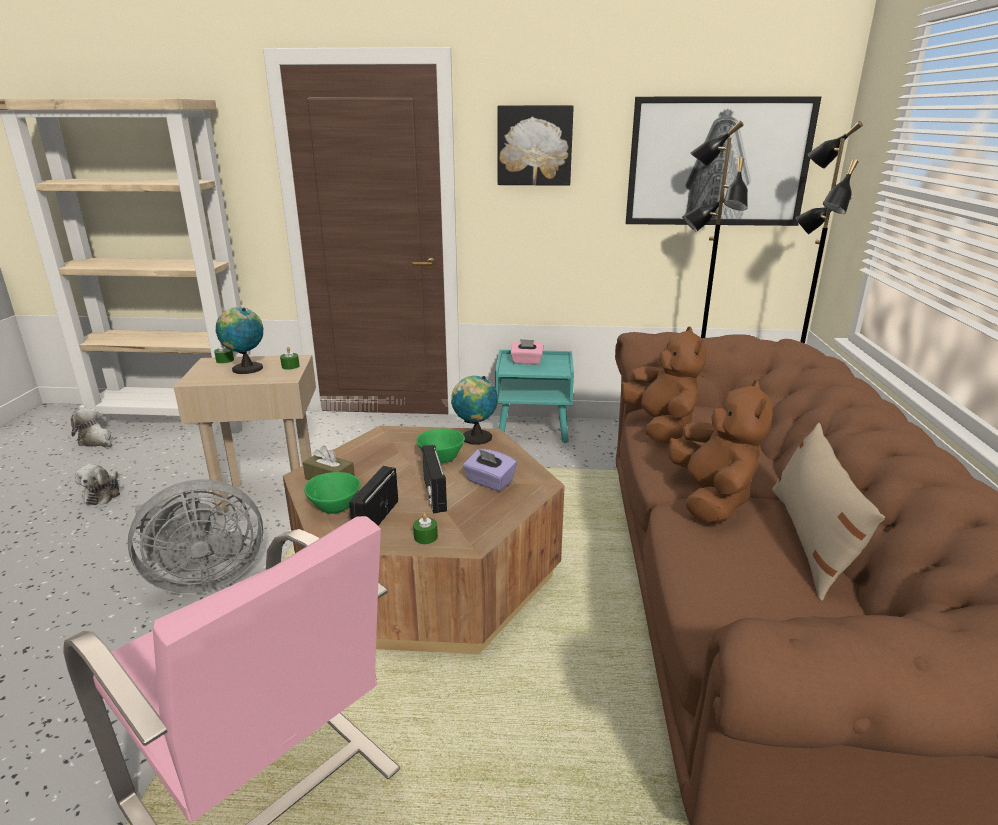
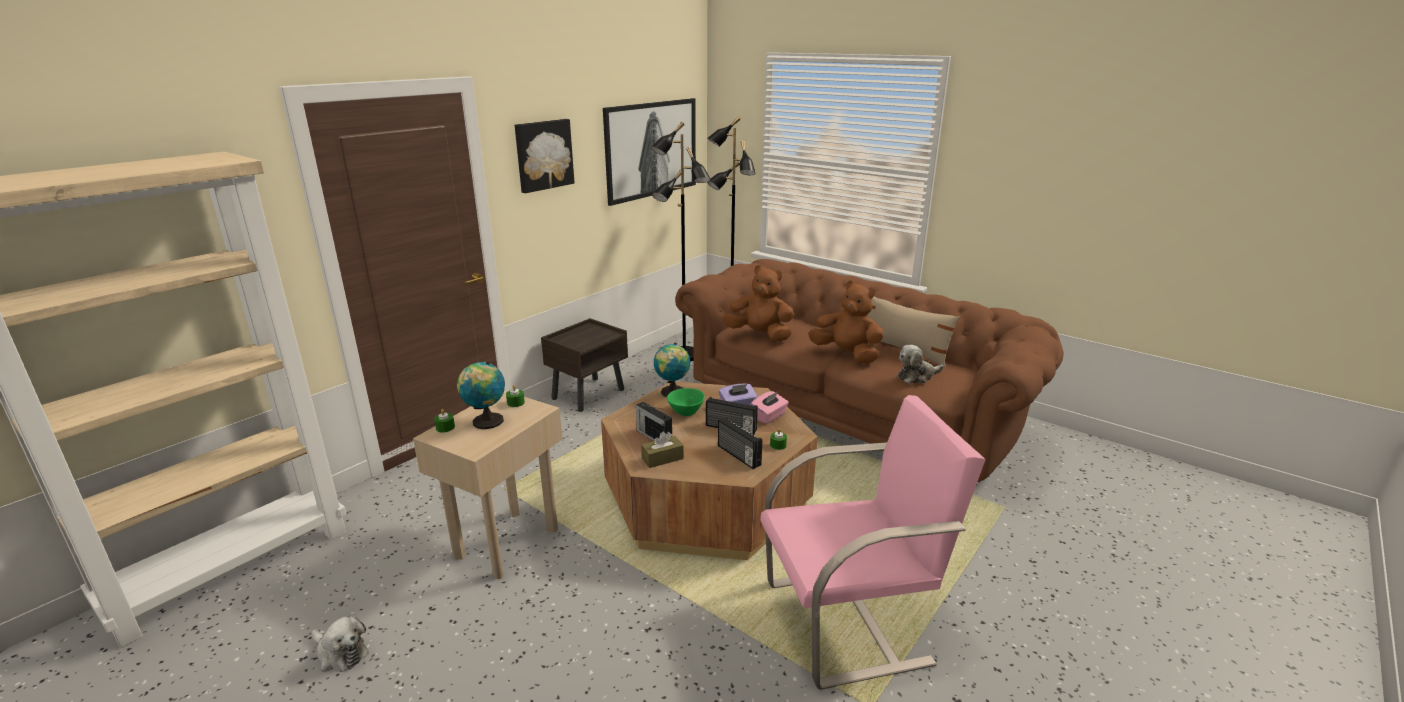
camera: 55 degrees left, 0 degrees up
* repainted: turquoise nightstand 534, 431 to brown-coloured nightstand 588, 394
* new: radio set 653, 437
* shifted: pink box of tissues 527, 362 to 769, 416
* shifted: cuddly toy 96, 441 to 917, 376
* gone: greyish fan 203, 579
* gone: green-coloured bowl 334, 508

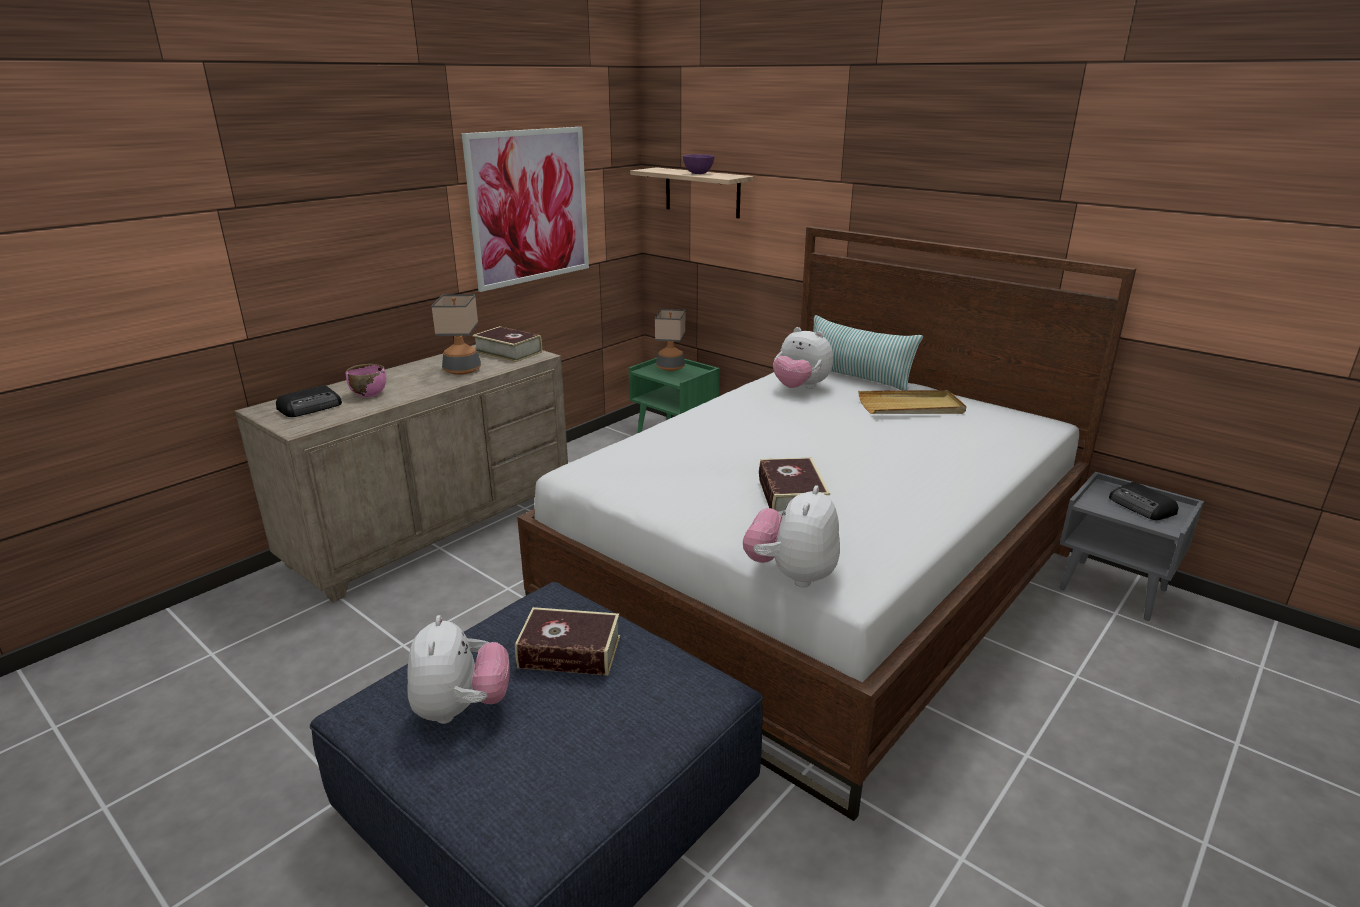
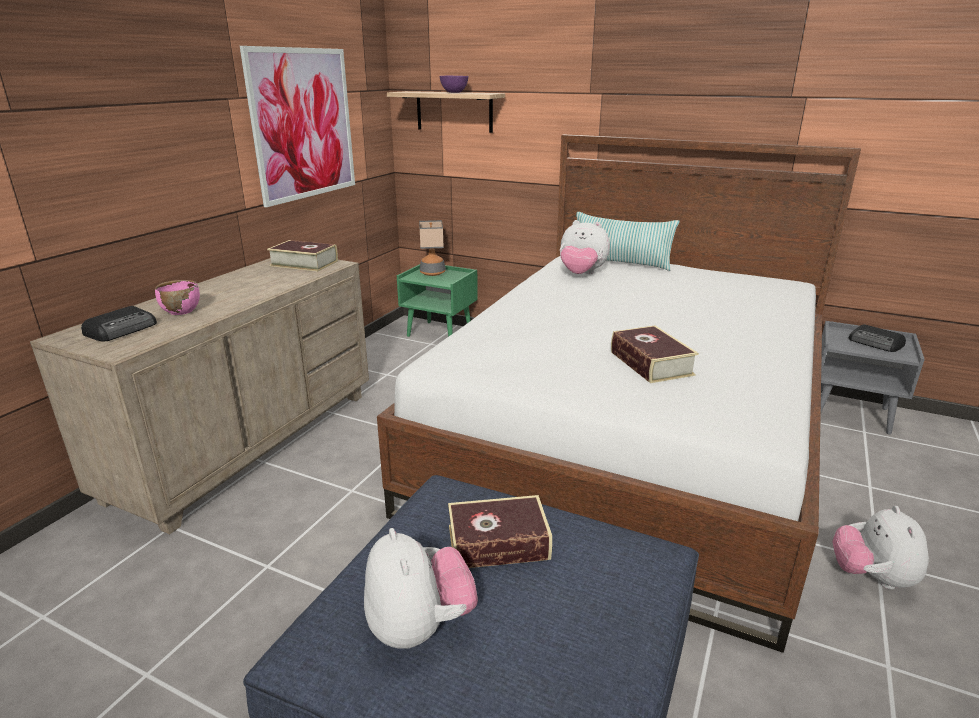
camera: 15 degrees left, 0 degrees up
* shifted: cuddly toy 792, 575 to 871, 577
* gone: table lamp 462, 370
* gone: beige-coloured carrying tray 911, 407

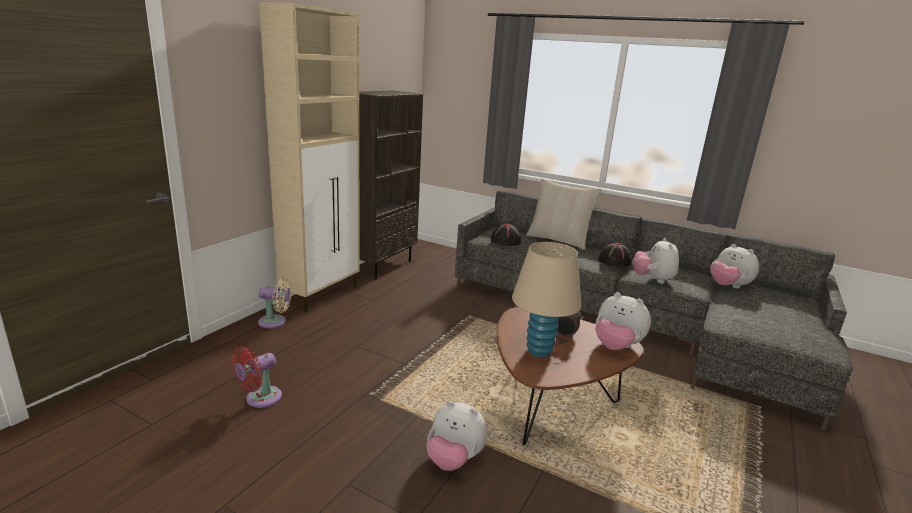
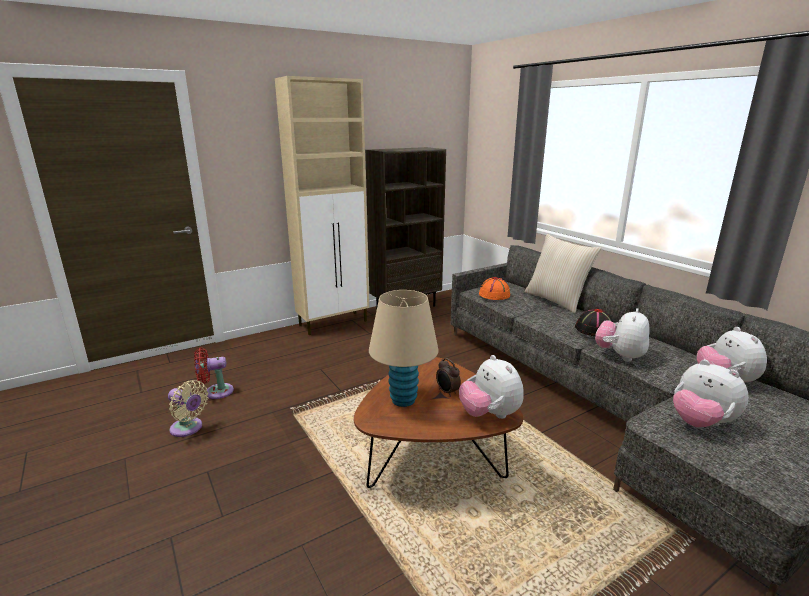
camera: 30 degrees right, 0 degrees up
* shifted: beige-coloured fan 275, 322 to 188, 428
* repainted: black-coloured clothing hat 505, 241 to orangey clothing hat 494, 295
* shifted: cuddly toy 454, 460 to 701, 423

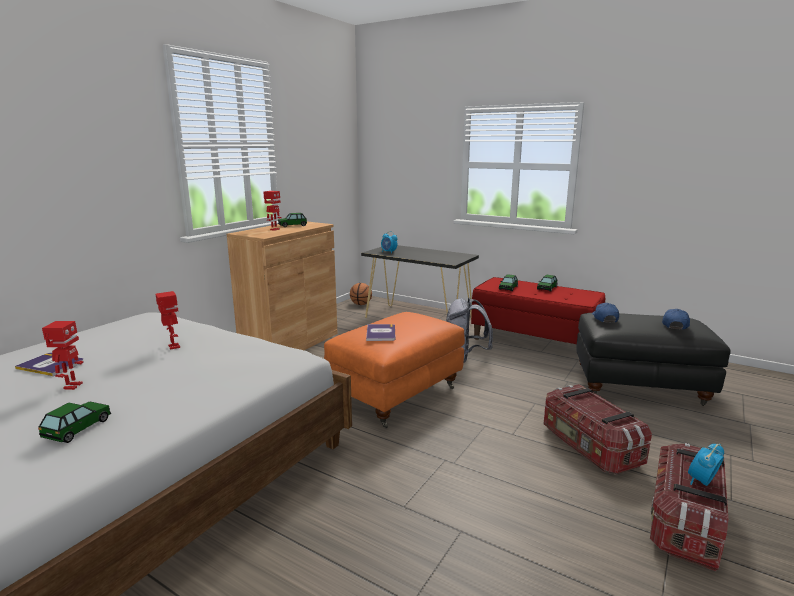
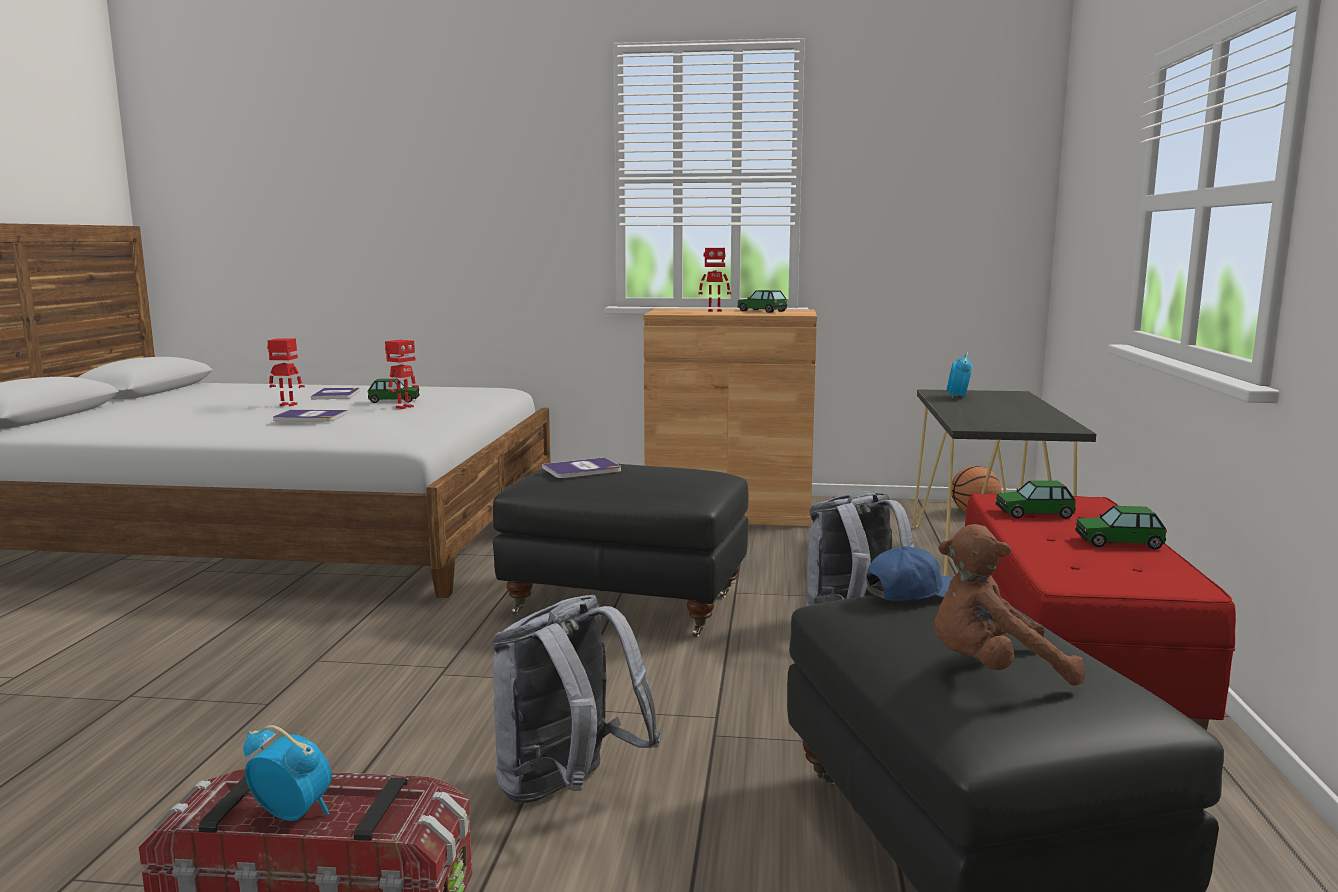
camera: 65 degrees right, 5 degrees down
* rotated: model robot 72, 386 = 287, 405 150 degrees counterclockwise
* new: book 310, 417
* shifted: model car 77, 428 to 394, 400
* swapped: storage bin 589, 447 to greyish backpack 567, 790
* repainted: orangey pouffe 396, 395 to black-coloured pouffe 627, 603
* swapped: bluish baseball cap 674, 325 to brown-coloured cuddly toy 992, 671

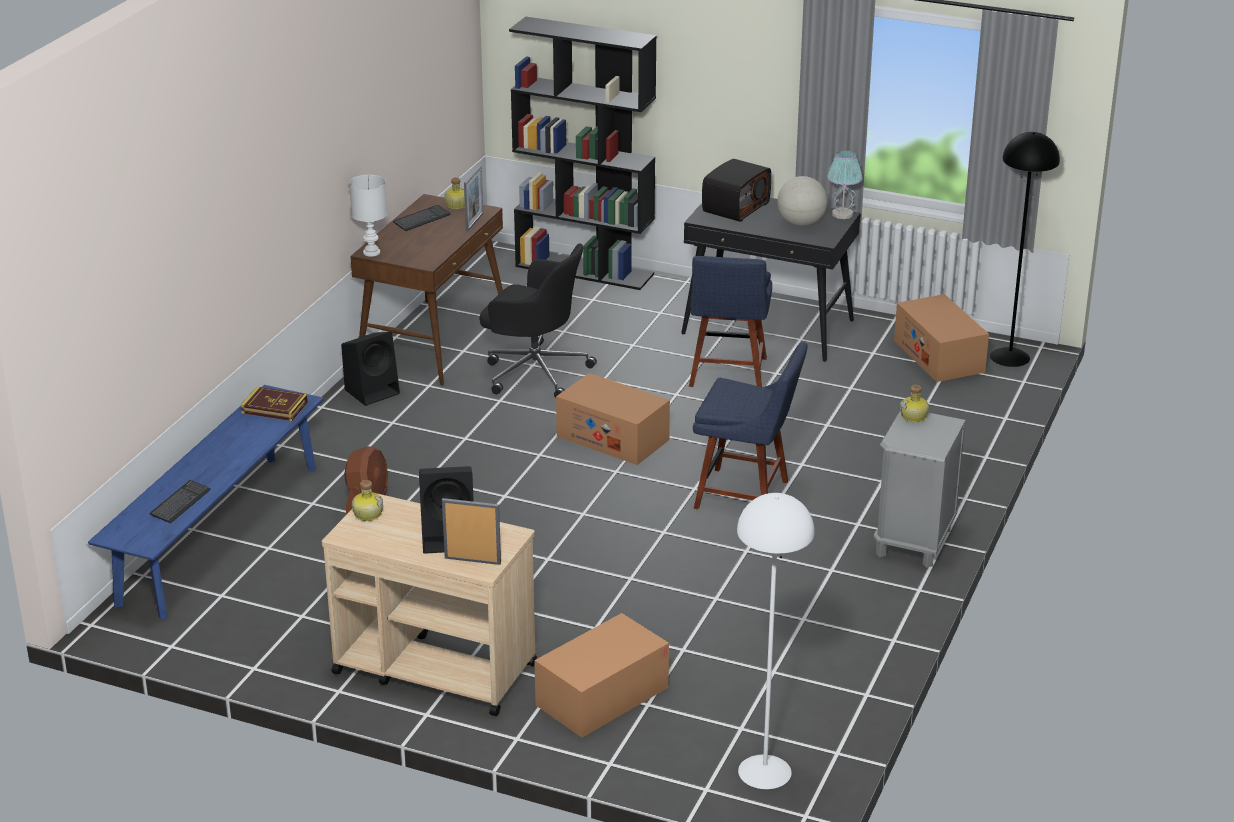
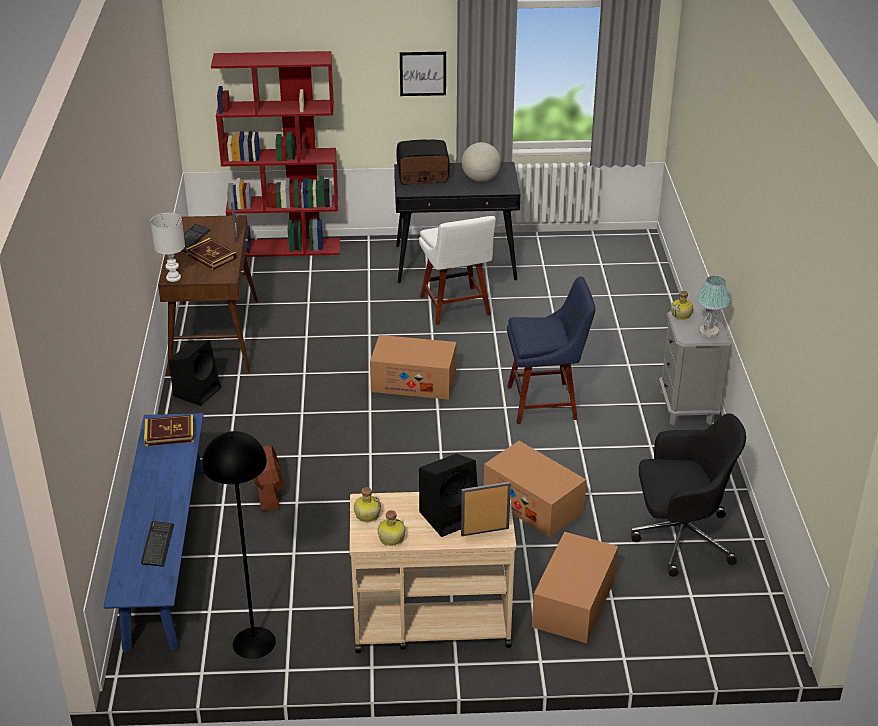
camera: 25 degrees left, 5 degrees up
* new: book 211, 256
* shifted: black-coloured floor lamp 1010, 357 to 254, 643
* repainted: black-coloured shelving unit 585, 270 to red shelving unit 286, 247
* shifted: beverage bottle 456, 205 to 390, 538
* rotated: radio set 735, 207 = 422, 176 105 degrees counterclockwise
* new: wall picture 423, 73
* repainted: bluish plain chair 727, 374 to whitish plain chair 456, 308
* shifted: packing box 939, 356 to 533, 503
* shifted: black-coloured computer chair 534, 371 to 679, 537
* shifted: table lamp 842, 214 to 708, 332
* gone: whitish floor lamp 764, 771

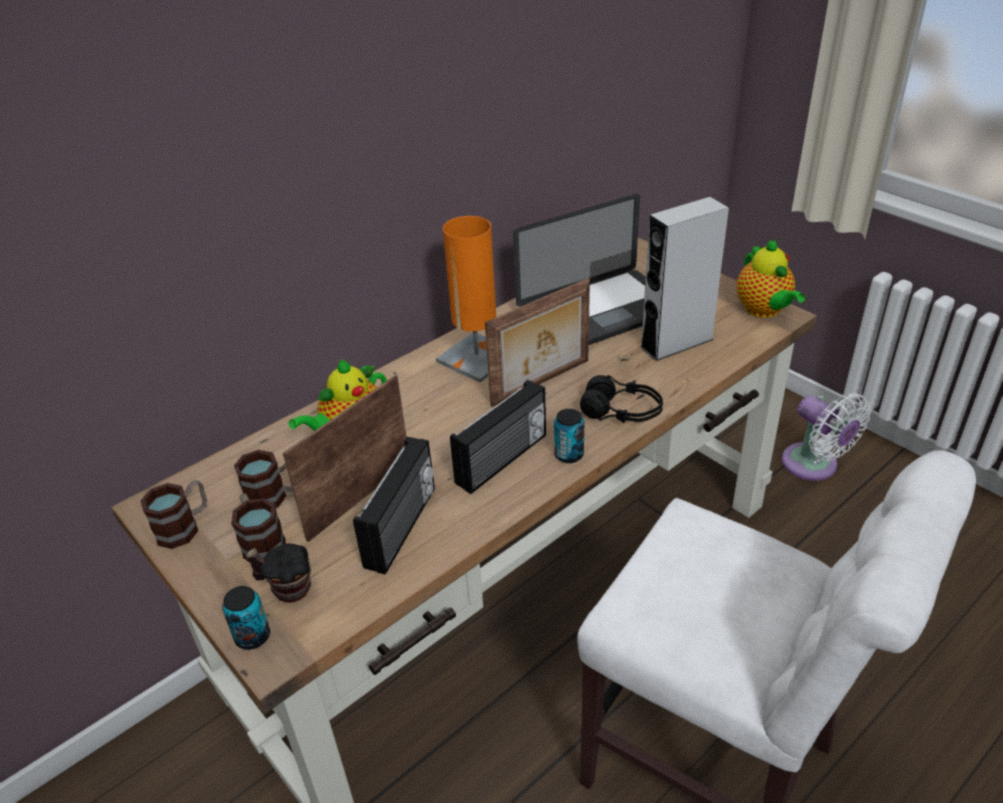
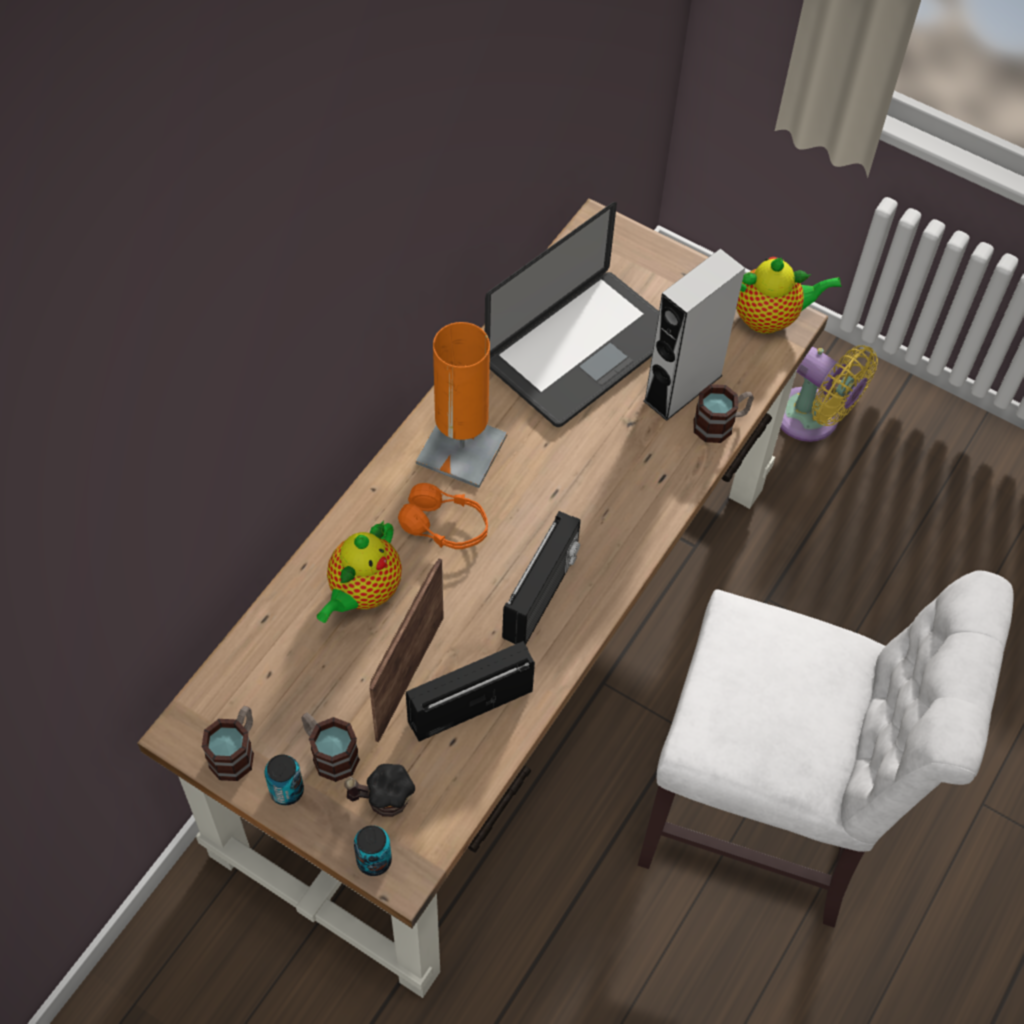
camera: 20 degrees left, 20 degrees up
* shifted: metal can 569, 455 to 286, 790
* new: orangey headphones 445, 526
* rotated: radio set 403, 527 = 469, 704 120 degrees counterclockwise
* shifted: mug 275, 497 to 721, 424
* rotated: tea pot 764, 311 = 769, 318 60 degrees counterclockwise
* repainted: whitish fan 814, 466 to yellowish fan 813, 419
* gone: photo frame 542, 383
* gone: black-coloured headphones 621, 412

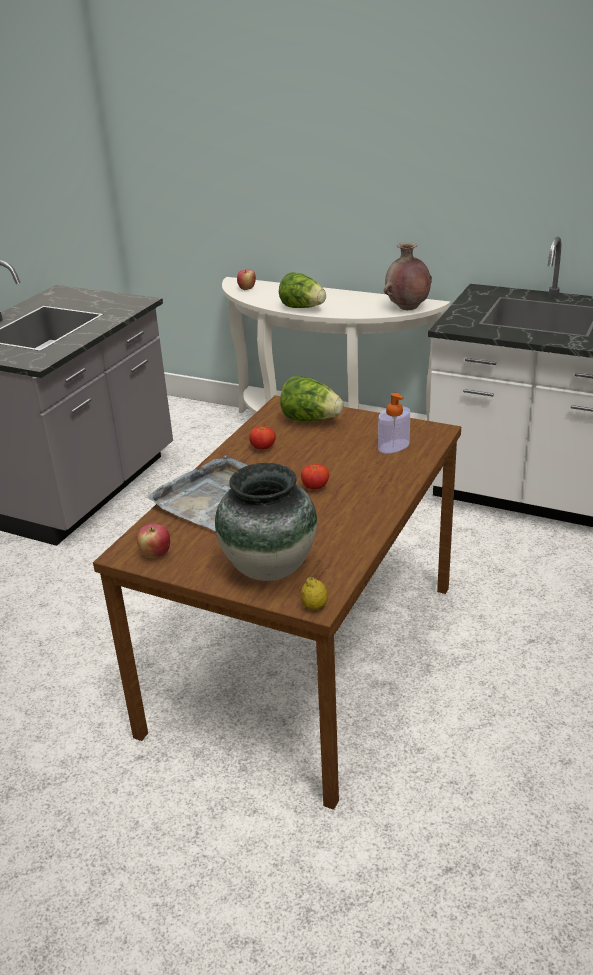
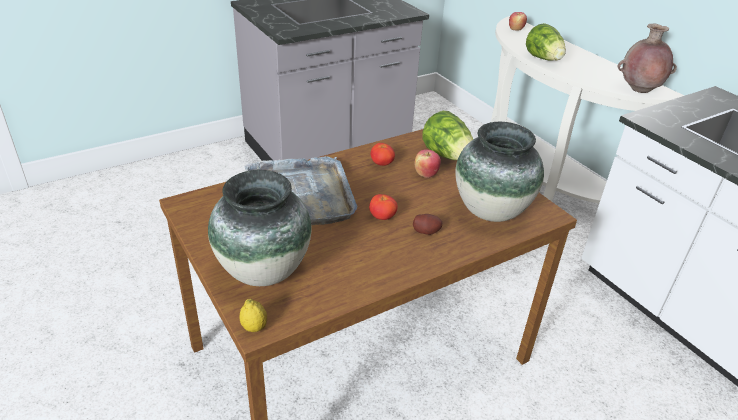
camera: 30 degrees right, 5 degrees up
* new: spud 426, 231
* shifted: whole apple 155, 554 to 425, 174
* swapped: liquid soap bottle 394, 446 to flower vase 491, 211

